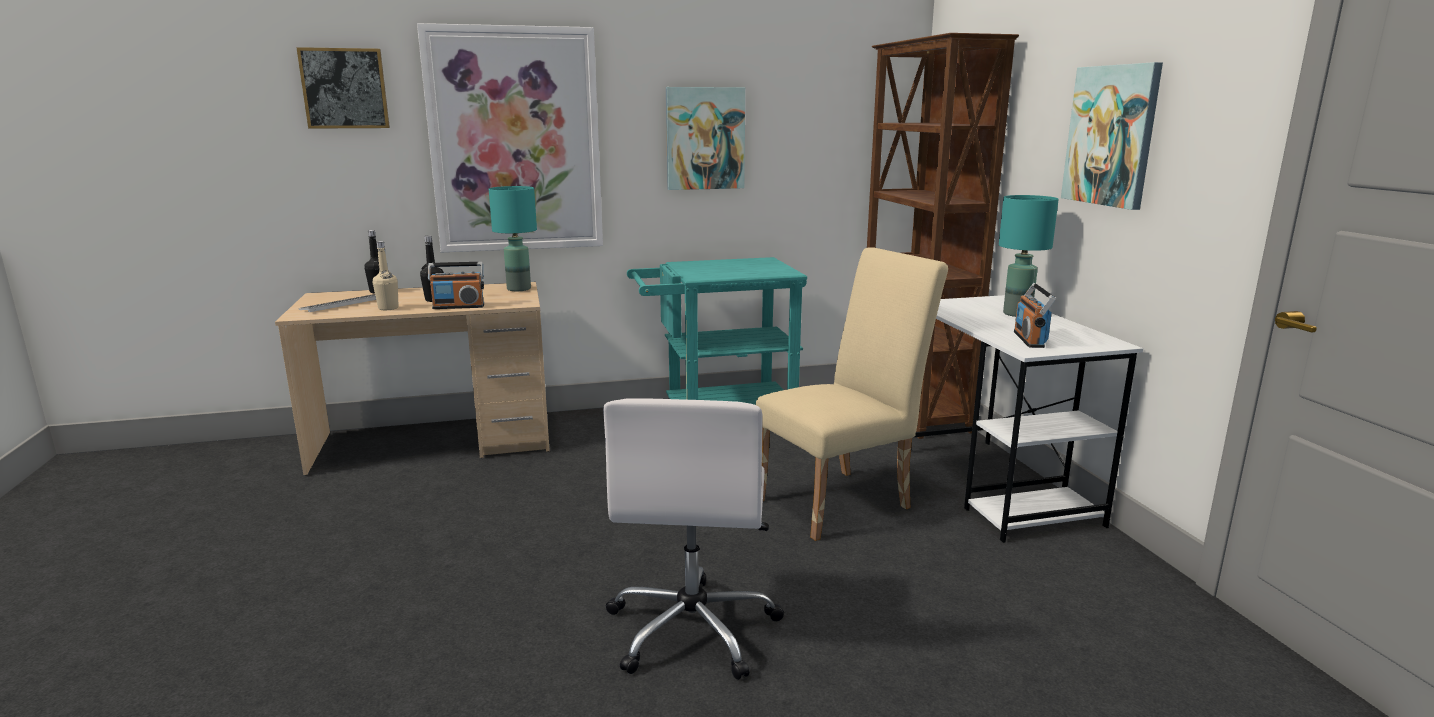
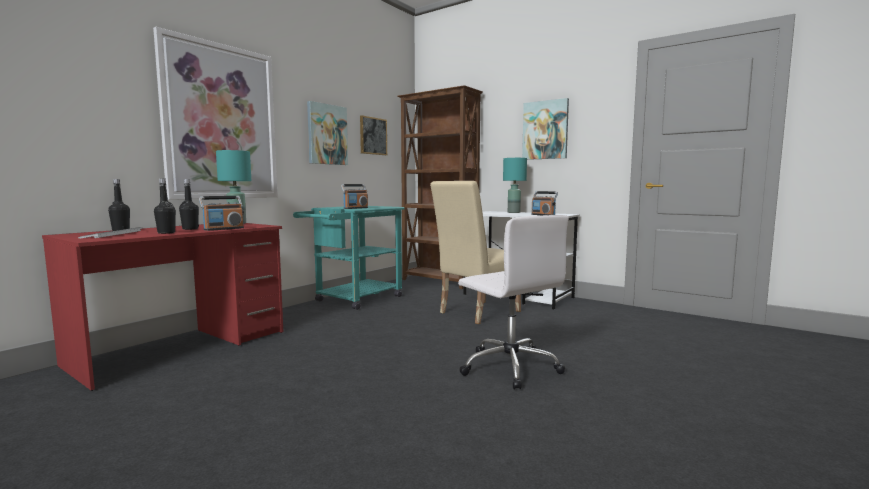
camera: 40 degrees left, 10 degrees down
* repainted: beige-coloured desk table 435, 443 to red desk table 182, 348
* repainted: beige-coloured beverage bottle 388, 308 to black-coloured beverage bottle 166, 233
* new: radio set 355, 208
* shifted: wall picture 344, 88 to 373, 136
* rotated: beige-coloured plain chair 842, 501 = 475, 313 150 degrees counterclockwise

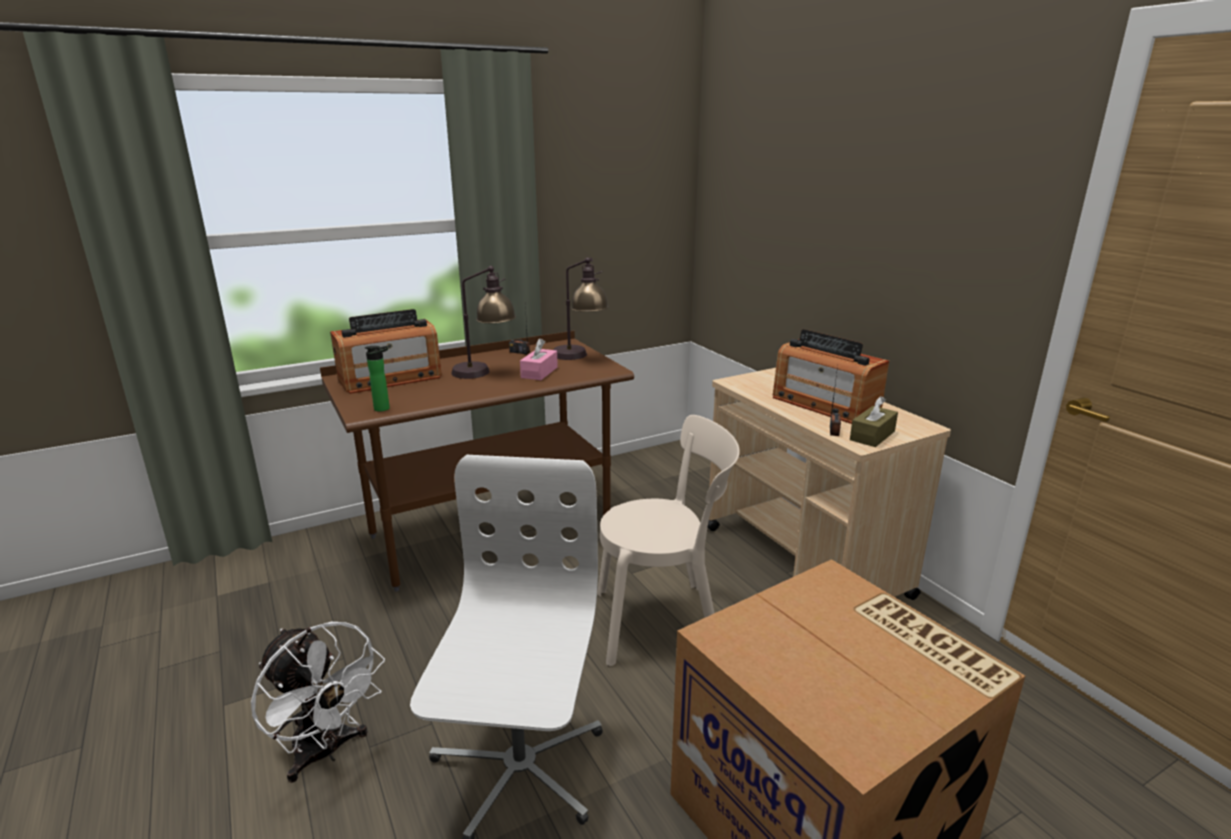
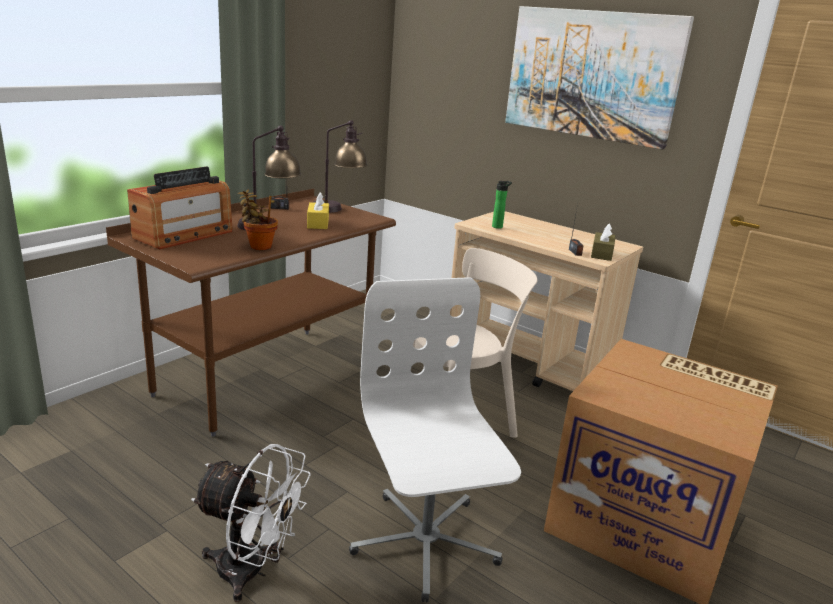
camera: 25 degrees left, 0 degrees up
* new: potted plant 258, 246
* repainted: pink box of tissues 539, 372 to yellowish box of tissues 318, 223
* shifted: beverage bottle 384, 408 to 498, 227
* new: wall picture 591, 75
* gone: radio set 824, 404

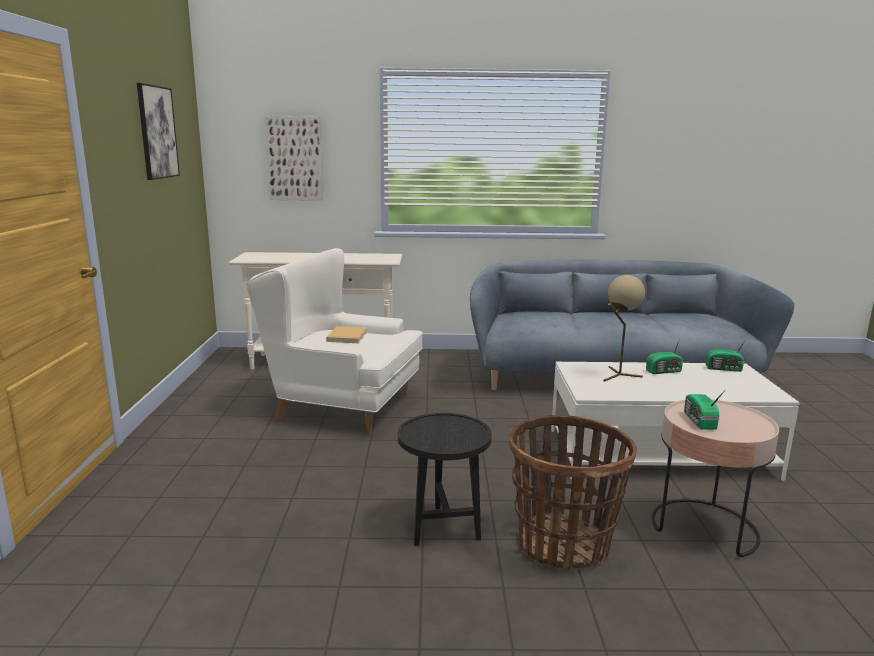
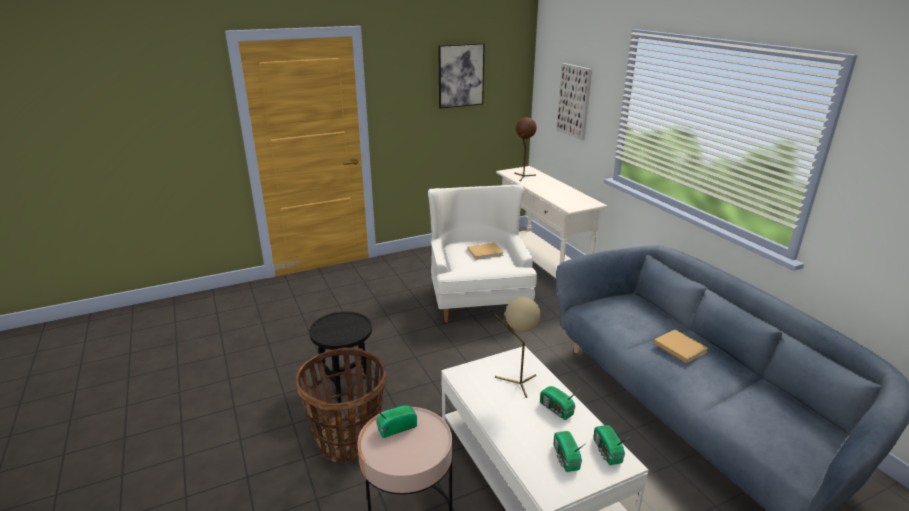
camera: 65 degrees right, 10 degrees up
* new: brown-coloured table lamp 523, 177
* new: radio set 565, 458
* new: beige-coloured book 679, 347

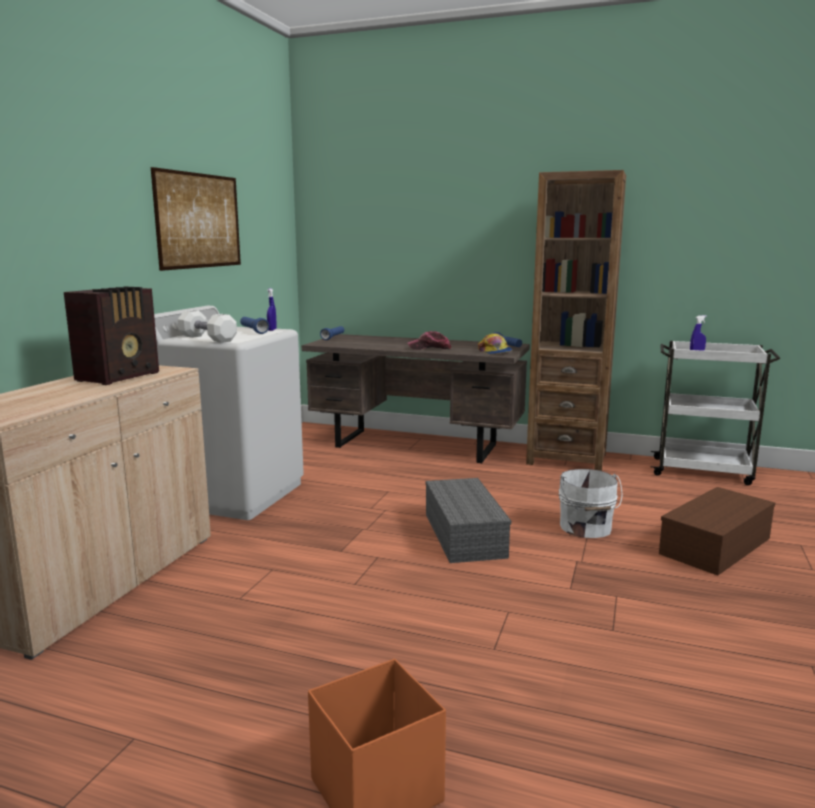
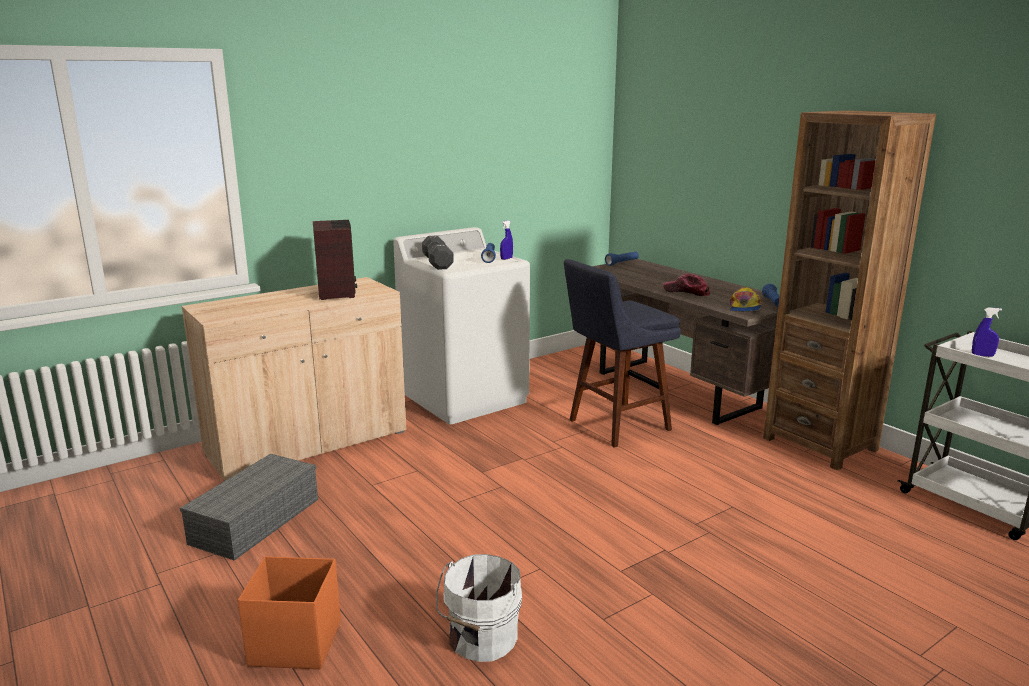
camera: 35 degrees right, 5 degrees up
* shifted: greyish storage bin 462, 534 to 256, 519
* rotated: radio set 120, 376 = 337, 291 75 degrees counterclockwise
* repainted: whitish dumbbell 207, 338 to black-coloured dumbbell 437, 263
* shifted: whitish pail 586, 528 to 481, 639
* new: bluish stool seat 614, 426
* gone: wall picture 199, 221
* gone: brown-coloured storage bin 716, 547

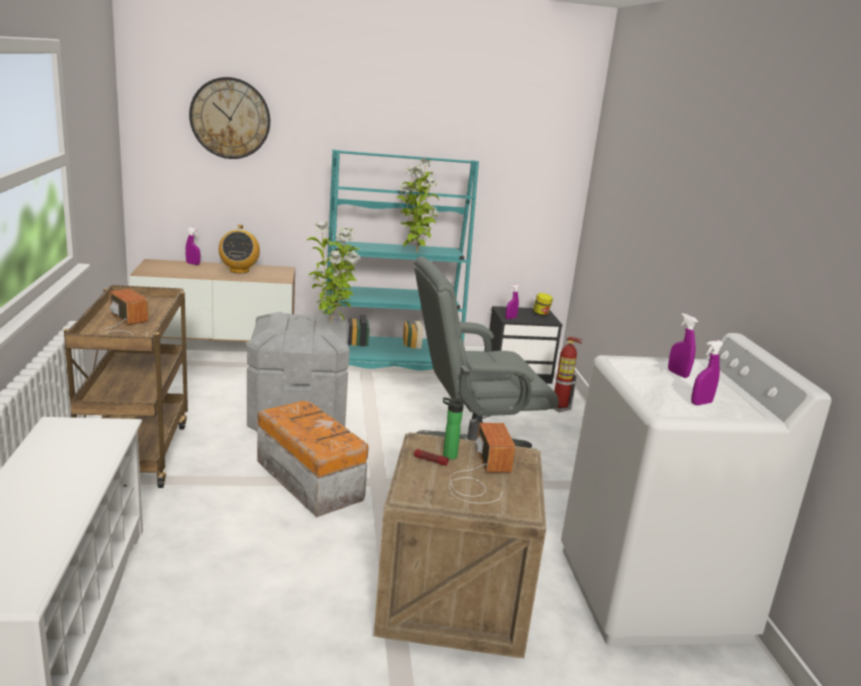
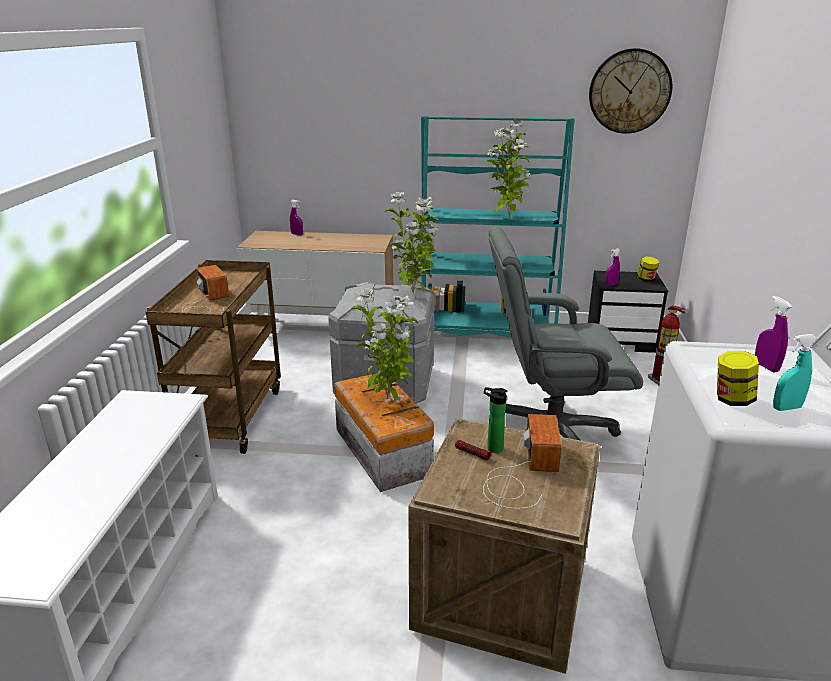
camera: 15 degrees right, 5 degrees up
* new: potted plant 388, 399
* shifted: wall clock 230, 118 to 629, 91
* new: preserve jar 732, 400
* repainted: purple-coloured sprayer 701, 403 to turquoise sprayer 786, 408
* gone: radio set 239, 270

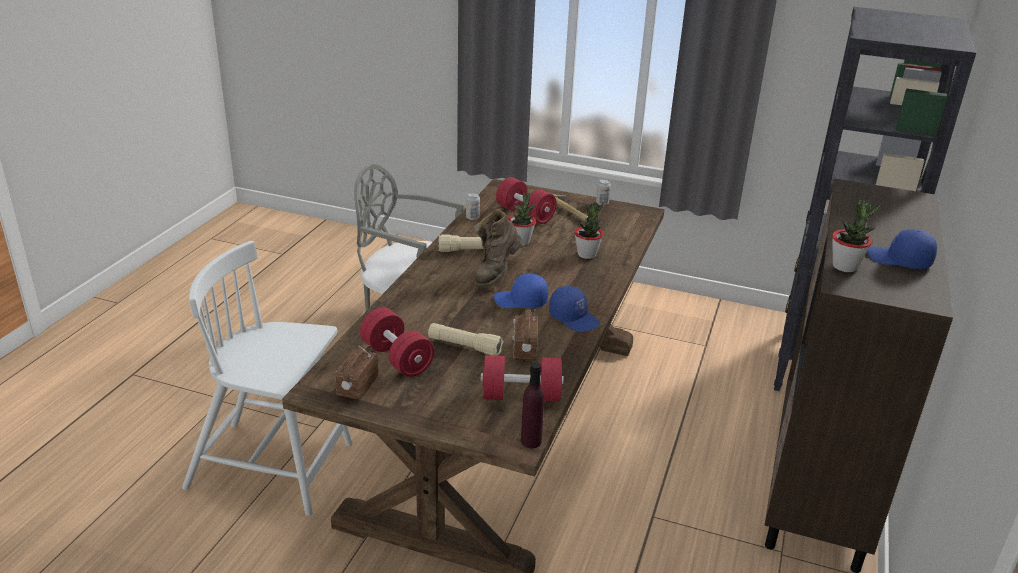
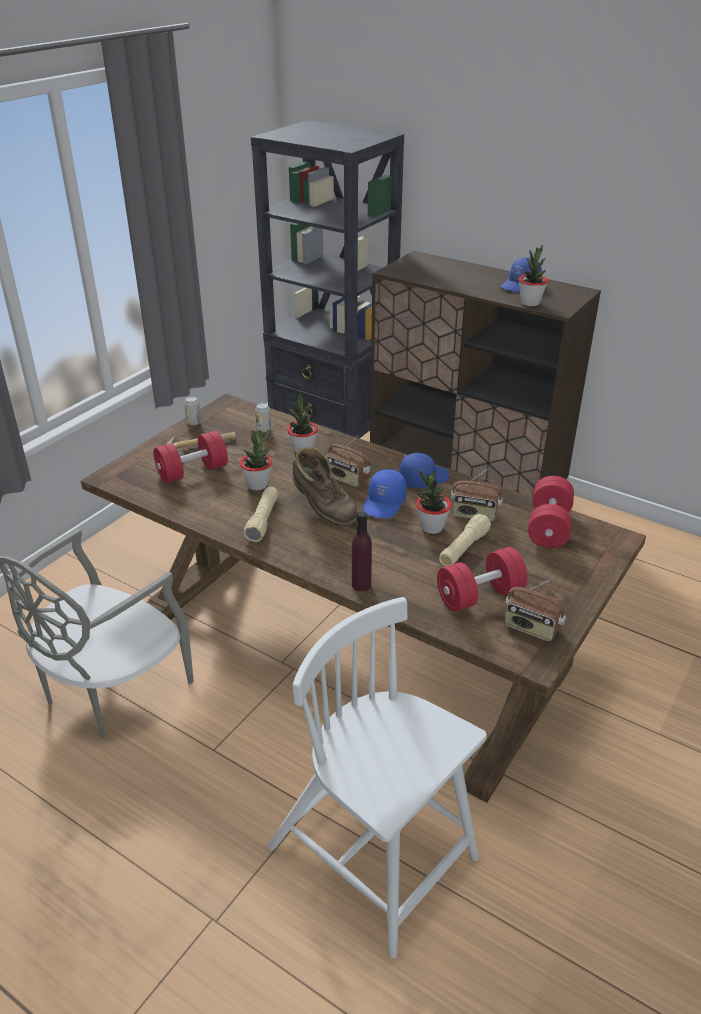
camera: 75 degrees left, 5 degrees up
* shifted: metal can 472, 217 to 263, 429
* rotated: whitish plain chair 273, 467 = 375, 856 105 degrees clockwise
* new: radio set 347, 479
* shifted: purple-coloured beverage bottle 531, 441 to 361, 585
* new: potted plant 431, 527

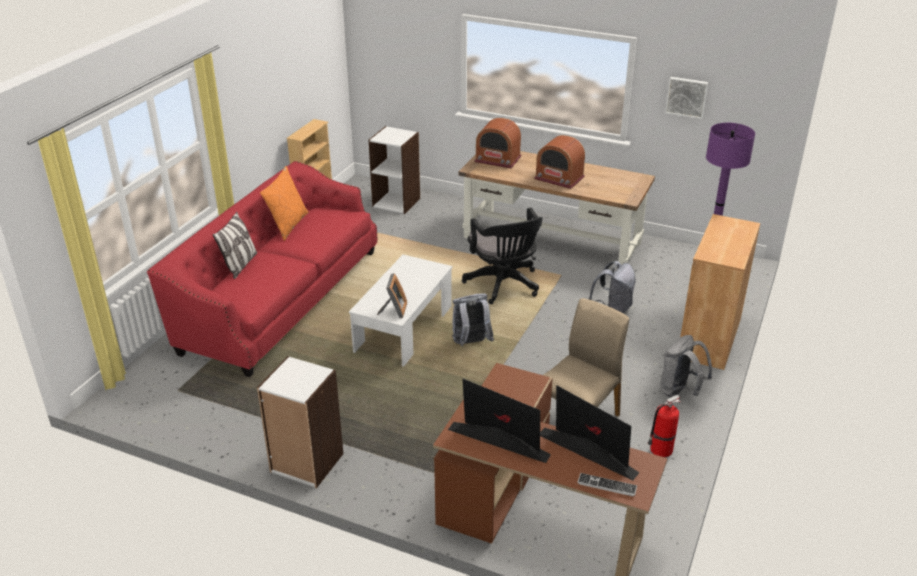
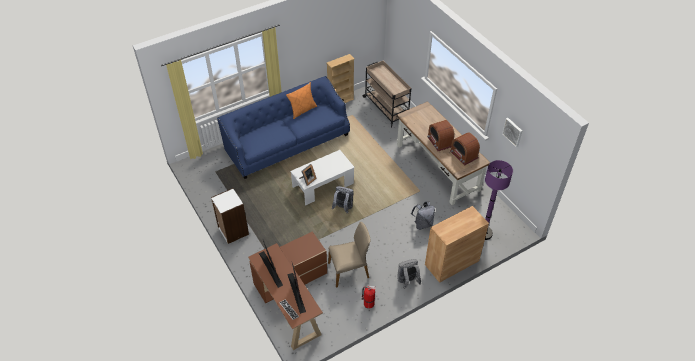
camera: 35 degrees right, 15 degrees up
* repainted: red sofa 280, 299 to bluish sofa 287, 143
* swapped: whitish shelving unit 396, 202 to beige-coloured trolley 386, 107
* shifted: radio set 497, 159 to 463, 155
* gone: cushion 240, 265
* gone: black-coloured computer chair 504, 285

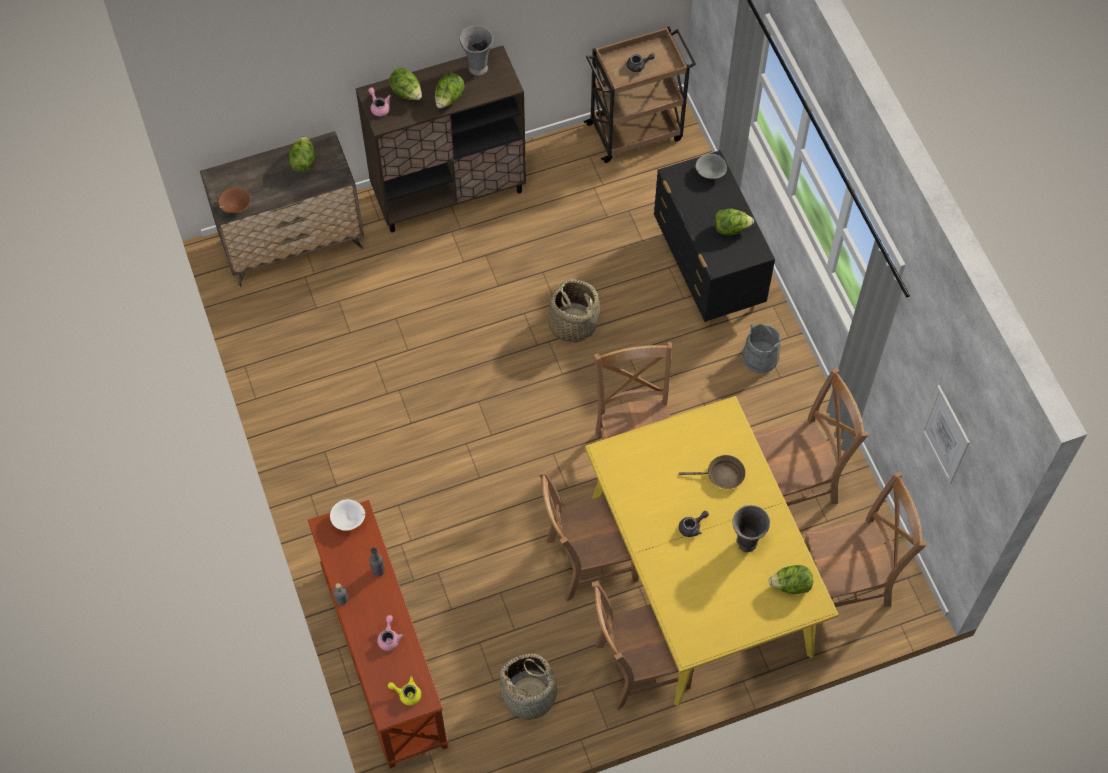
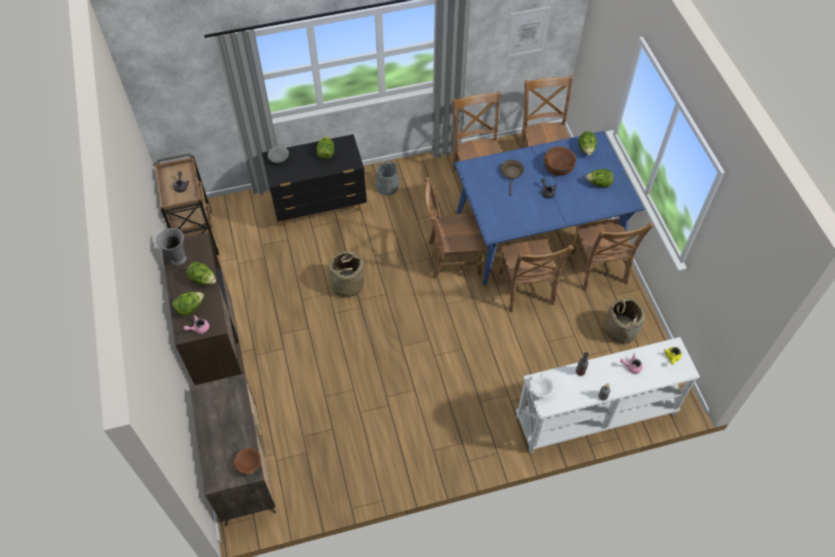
camera: 85 degrees left, 5 degrees down
* repainted: yellowish dinner table 701, 578 to bluish dinner table 539, 232
* repainted: brown-coloured hall table 382, 656 to whitish hall table 595, 416
* swapped: greyish flower vase 746, 543 to brown-coloured bowl 558, 167
* shifted: lettuce head 303, 161 to 598, 184

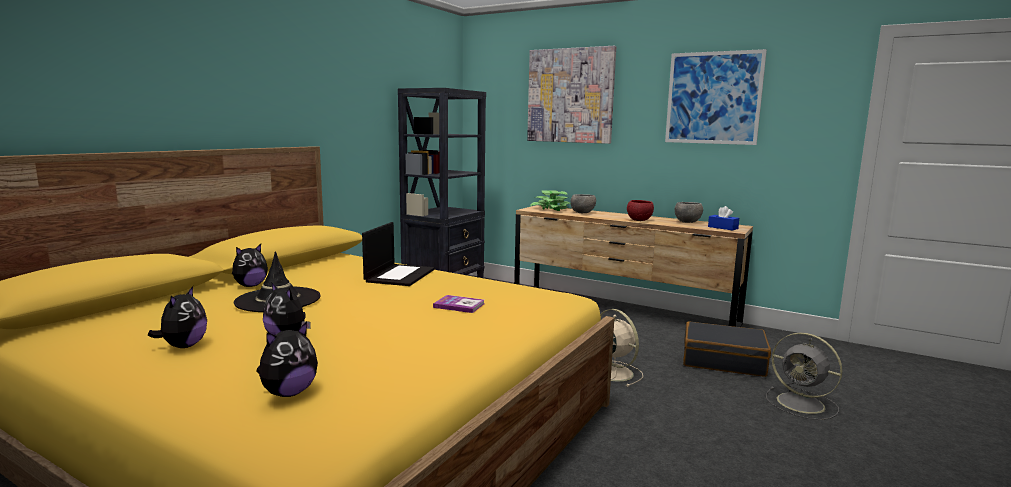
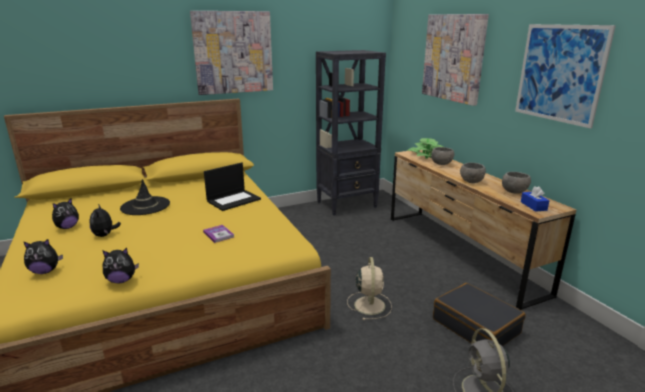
camera: 35 degrees right, 10 degrees up
* shifted: cuddly toy 250, 285 to 121, 280
* new: wall picture 233, 52
* repainted: red bowl 639, 220 to greyish bowl 471, 182

